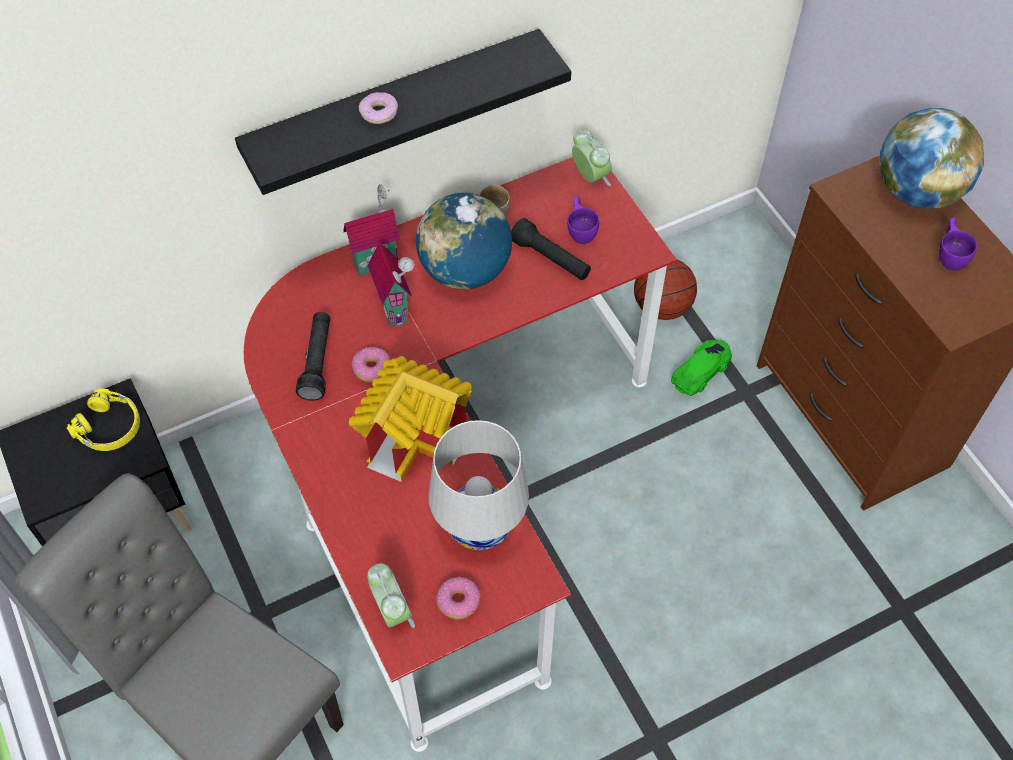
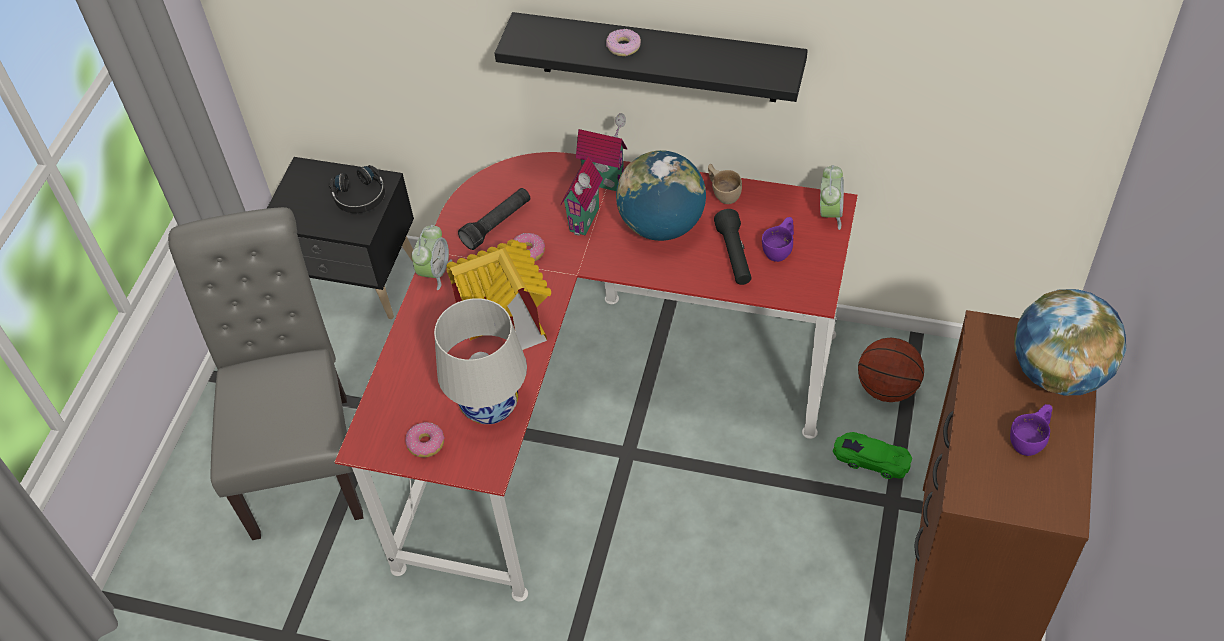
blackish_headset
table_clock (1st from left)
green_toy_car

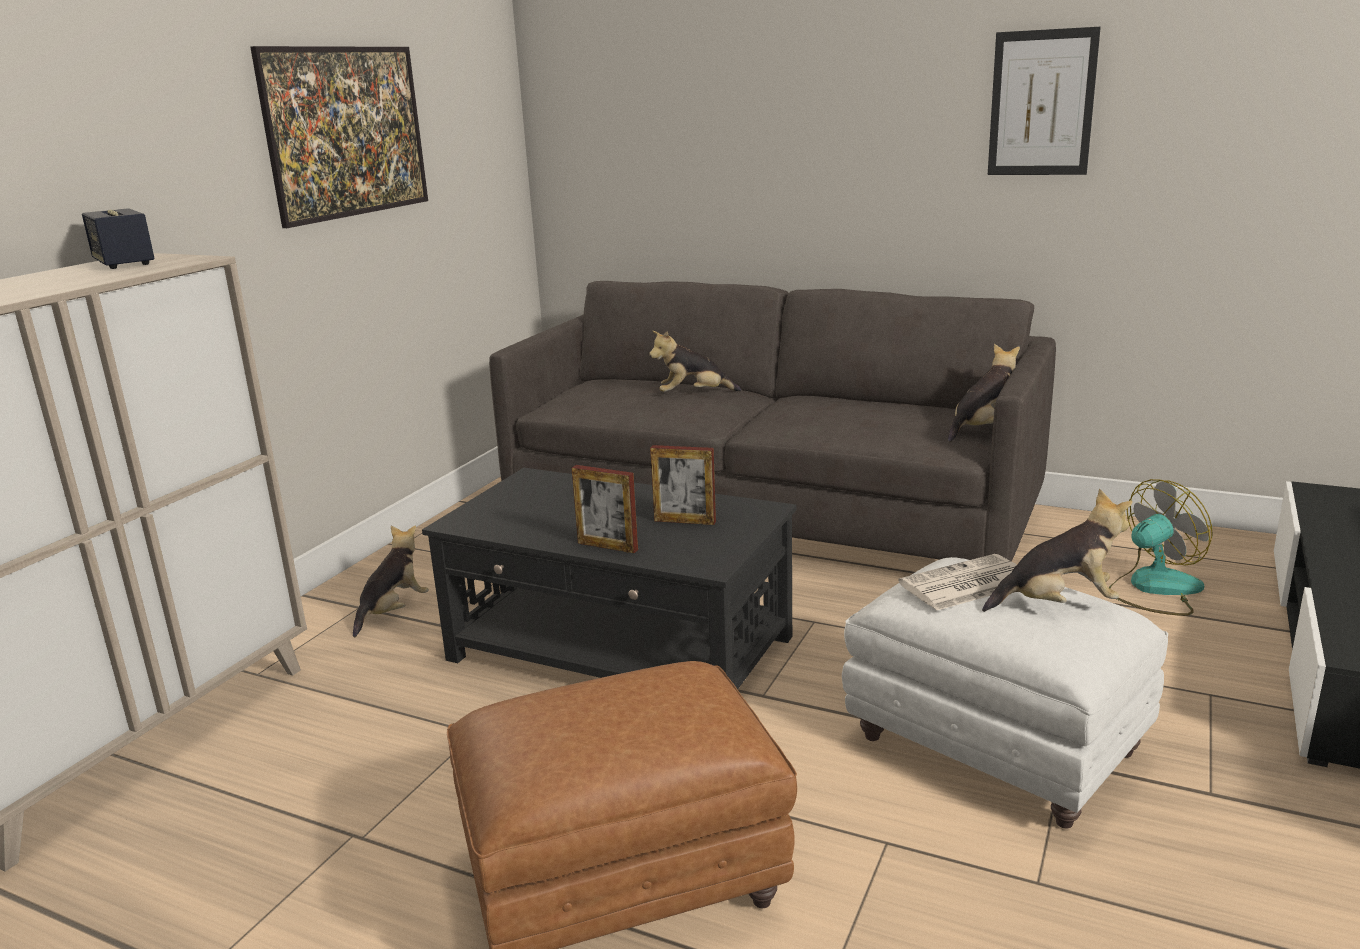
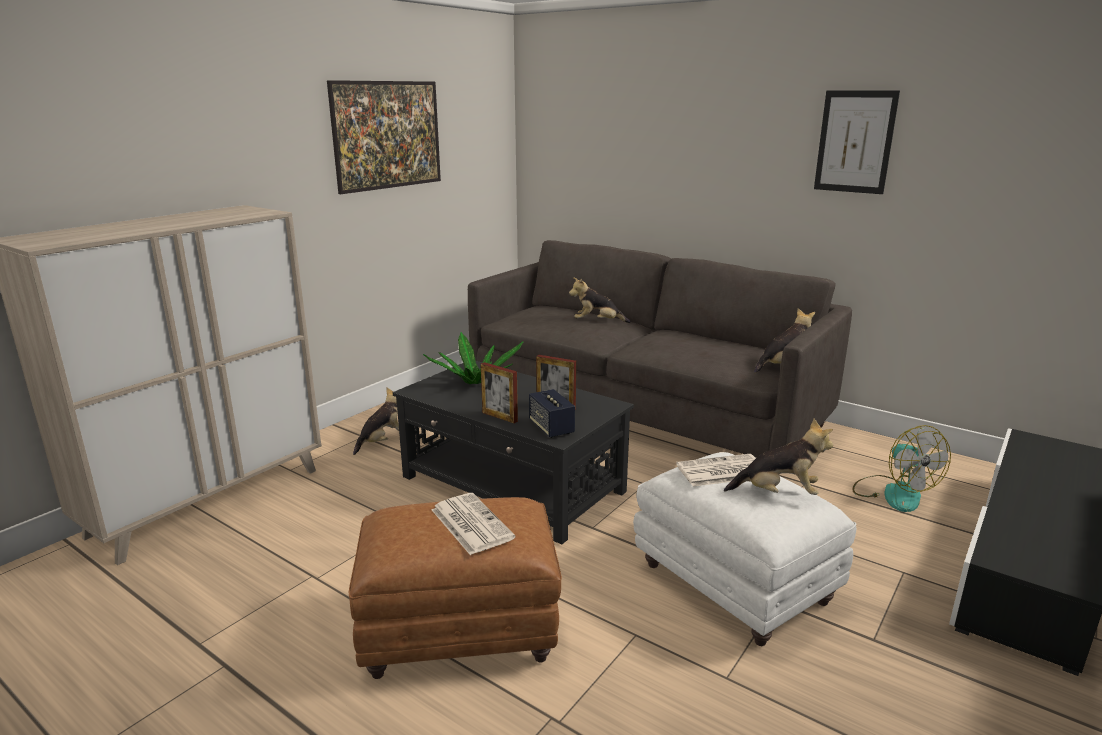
audio_speaker
cooling_fan
houseplant
daily_paper (1st from left)

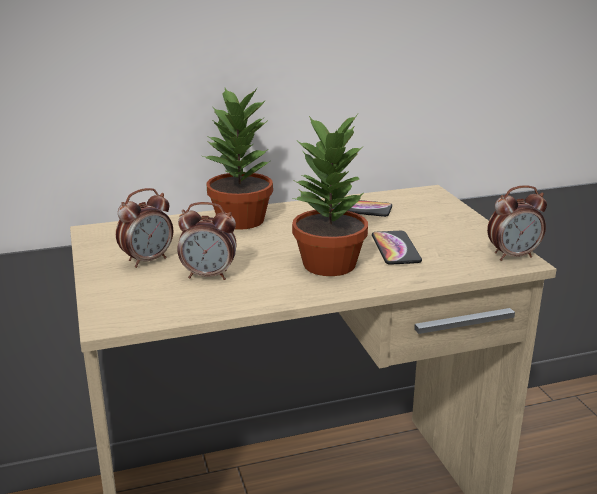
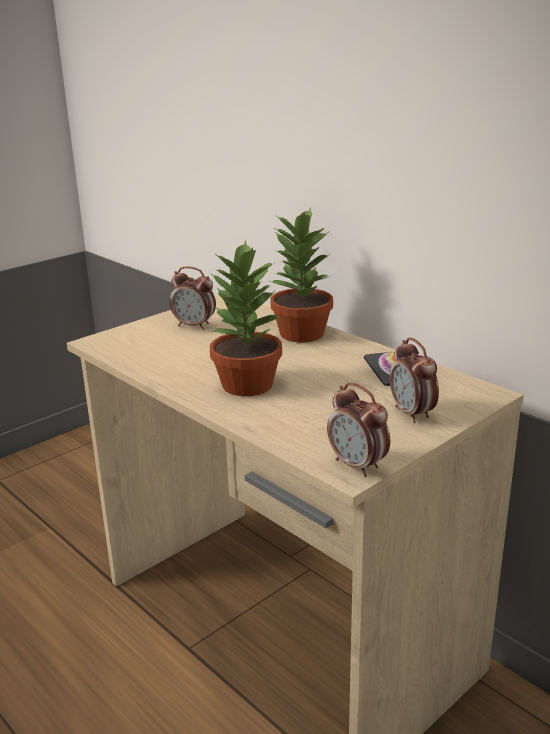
table_clock (3rd from left)
telephone (2nd from left in the first image)

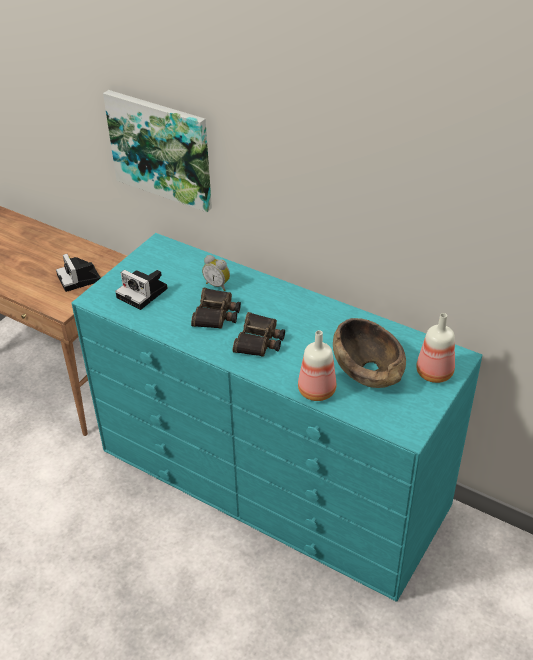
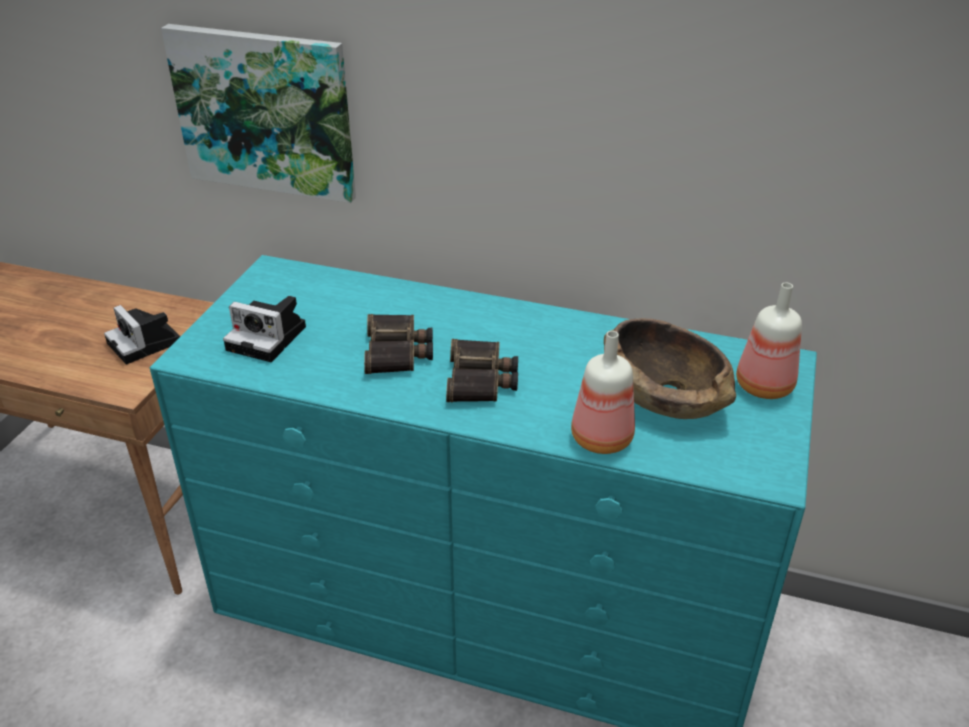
table_clock

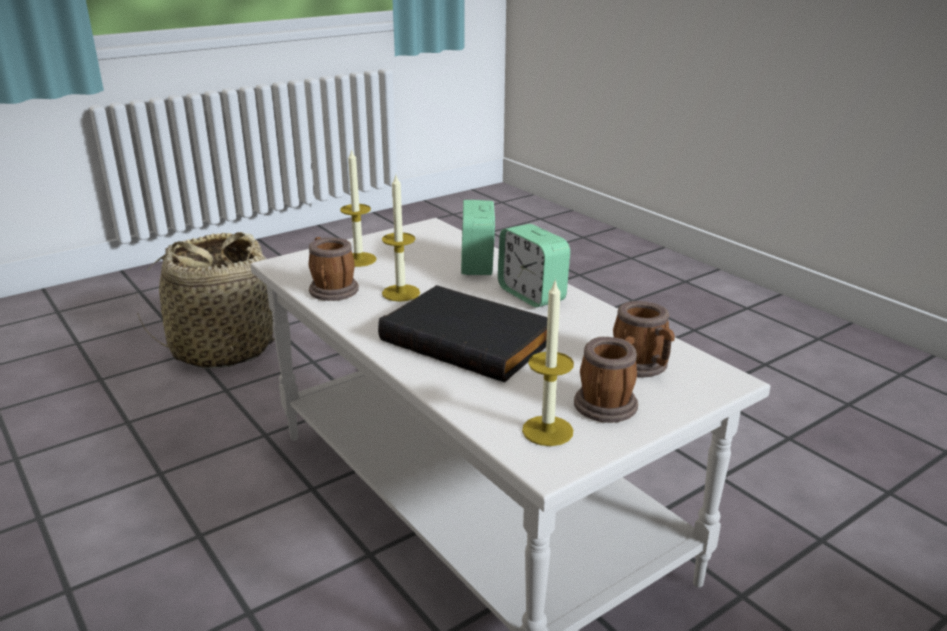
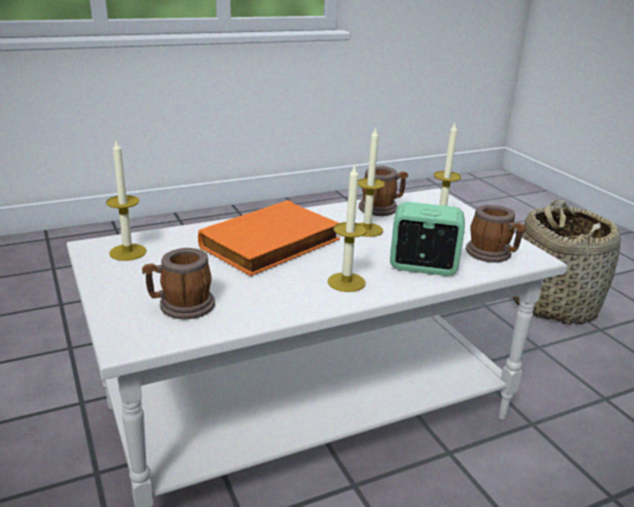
orangey_book
wax_light (2nd from left)
mug (3rd from left)

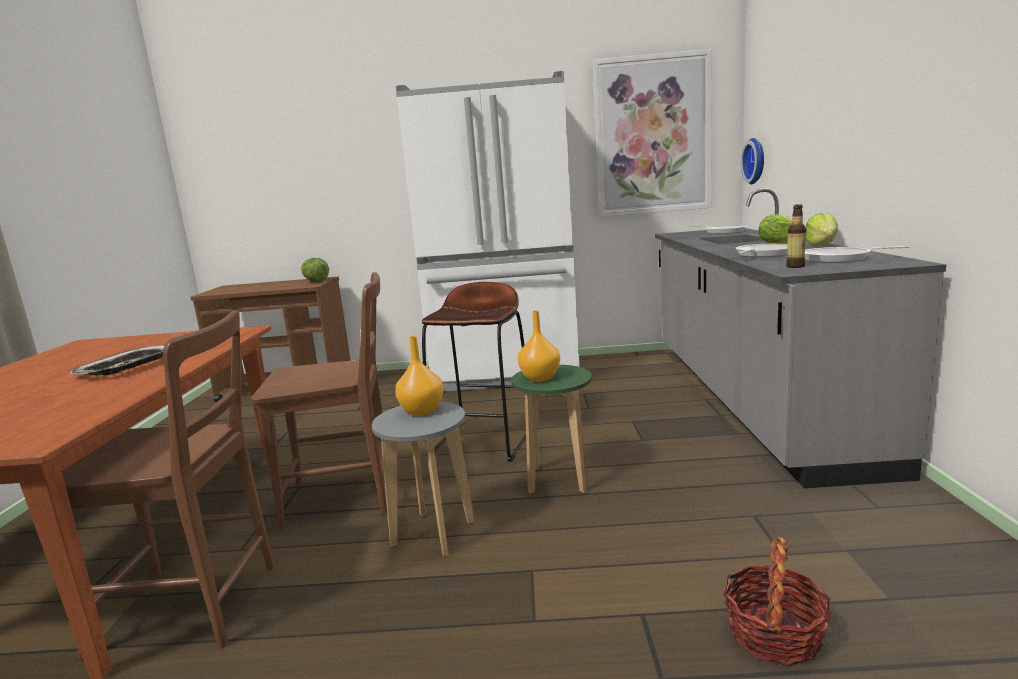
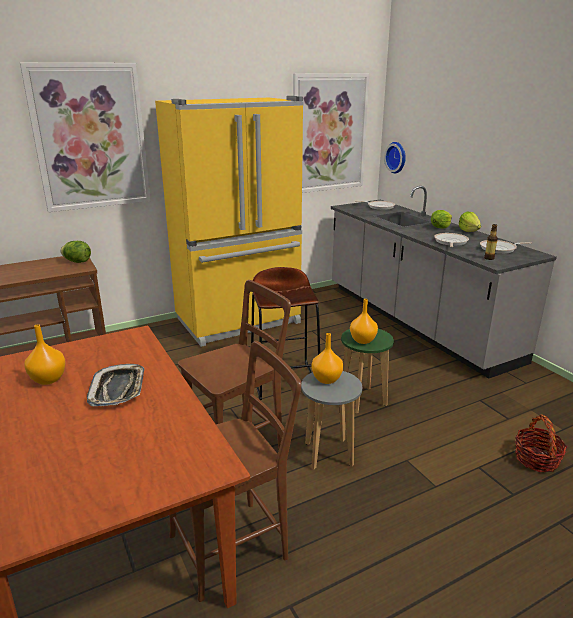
yellow-coloured_fridge
wall_picture (1st from left)
orangey_decorative_vase (1st from left)

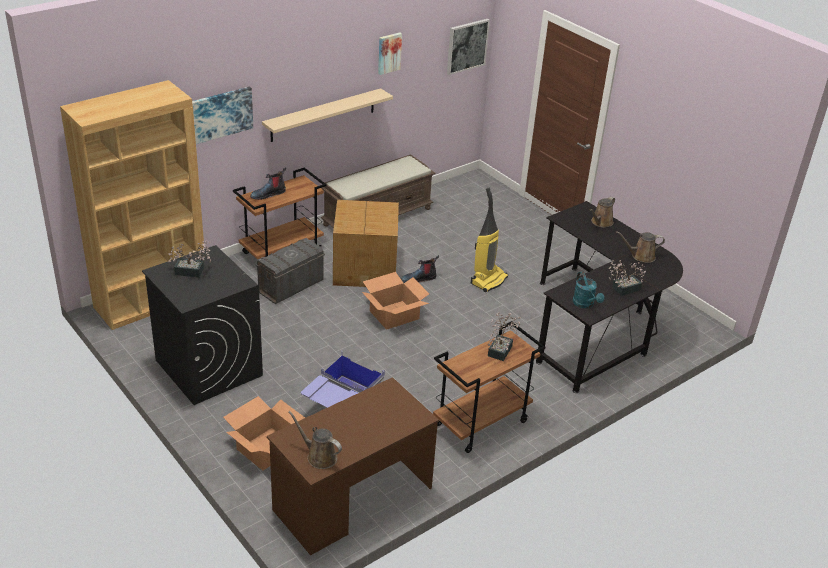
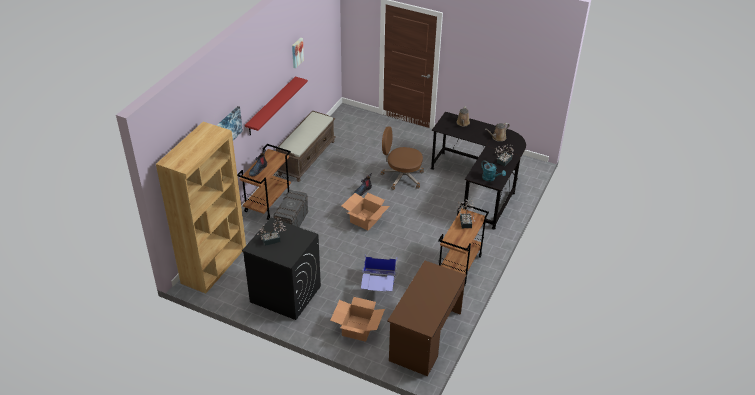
reddish_shelf
brownish_watering_pot (1st from left in the first image)
cardboard_box (2nd from left in the first image)
wall_picture (3rd from left in the first image)
brownish_computer_chair

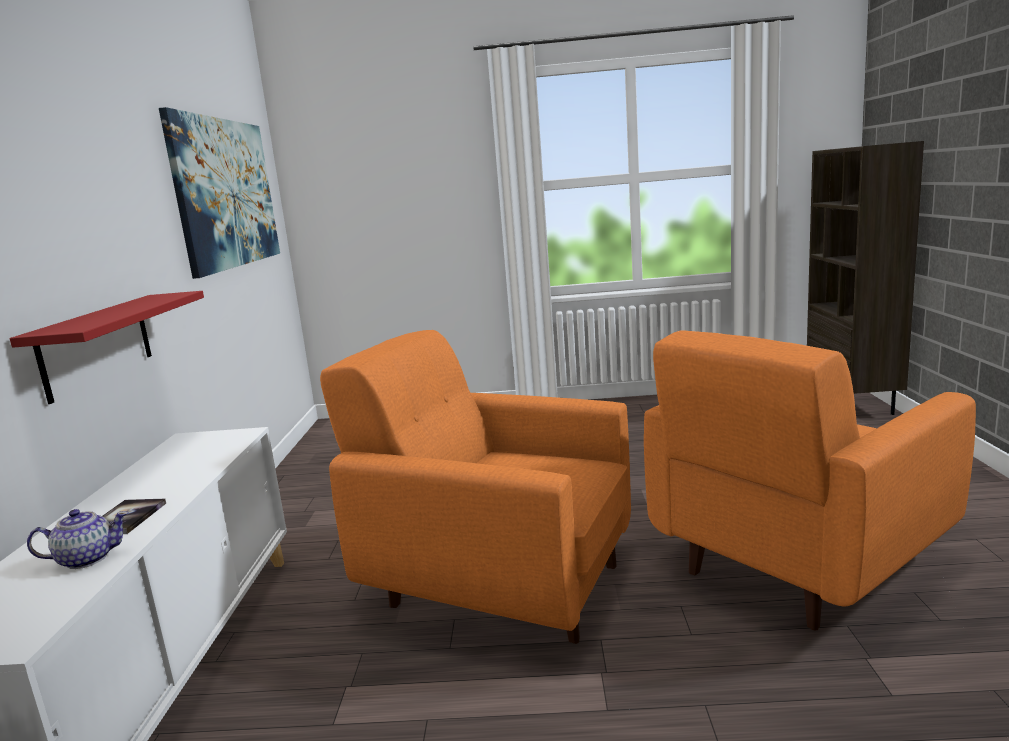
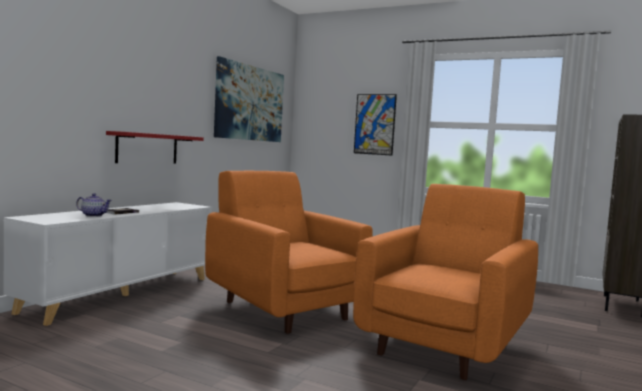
orangey_armchair (2nd from left)
wall_picture (2nd from left)

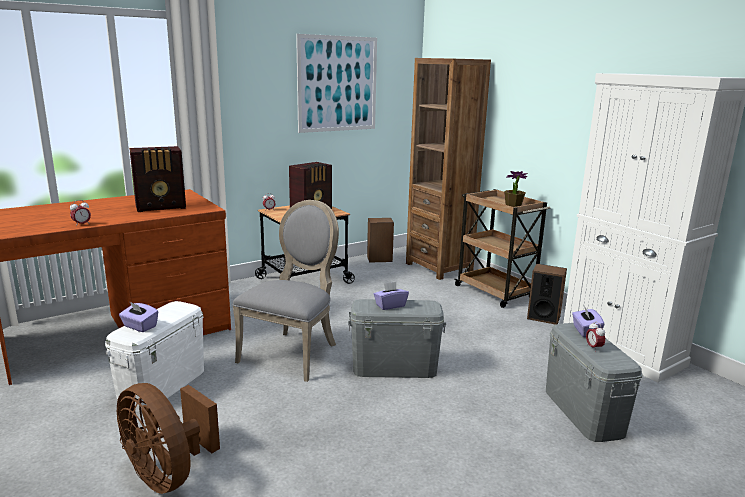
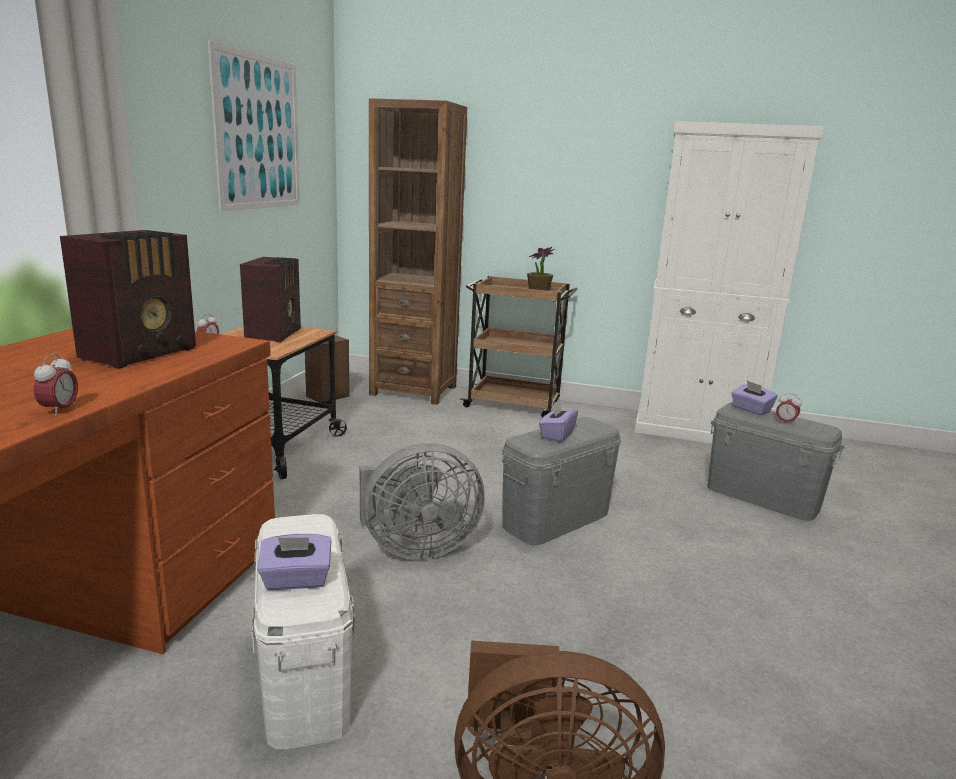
greyish_cooling_fan
audio_speaker (2nd from left in the first image)

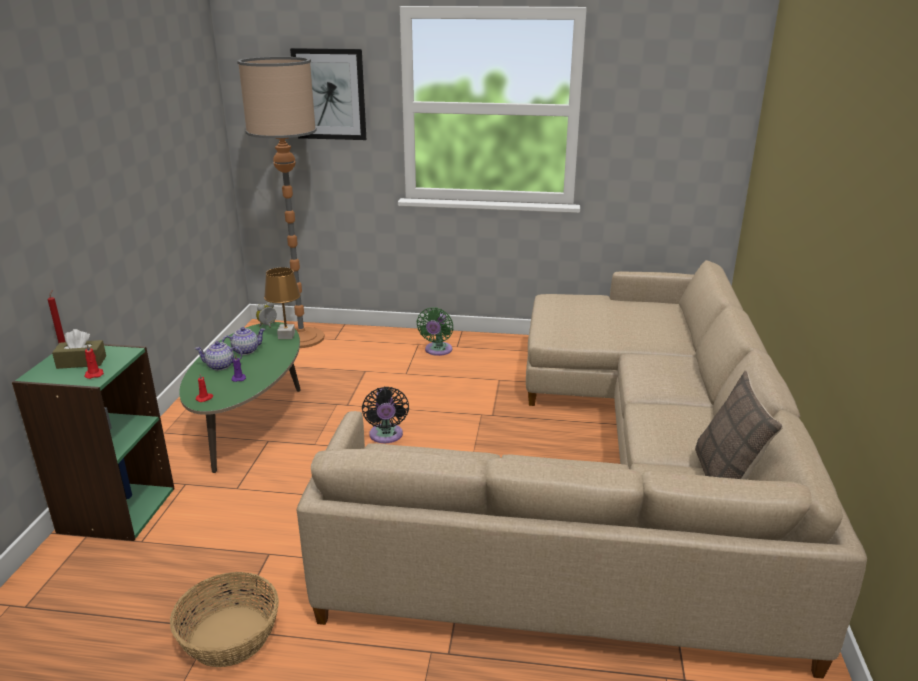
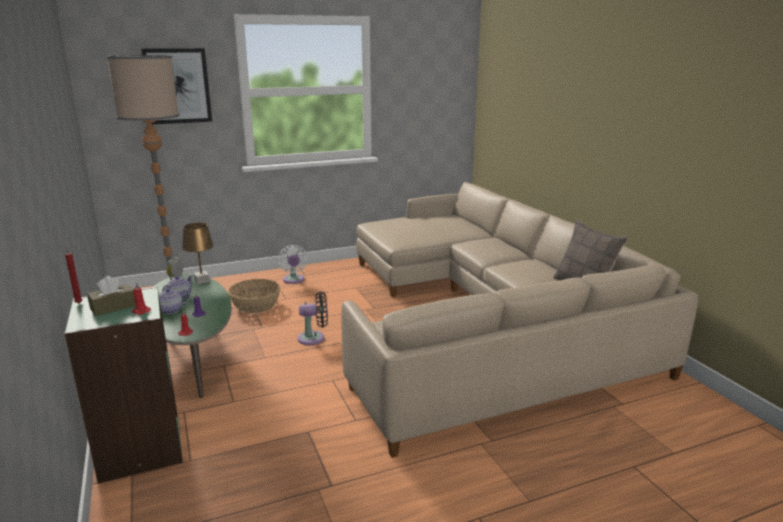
household_basket
blackish_cooling_fan
white_cooling_fan

